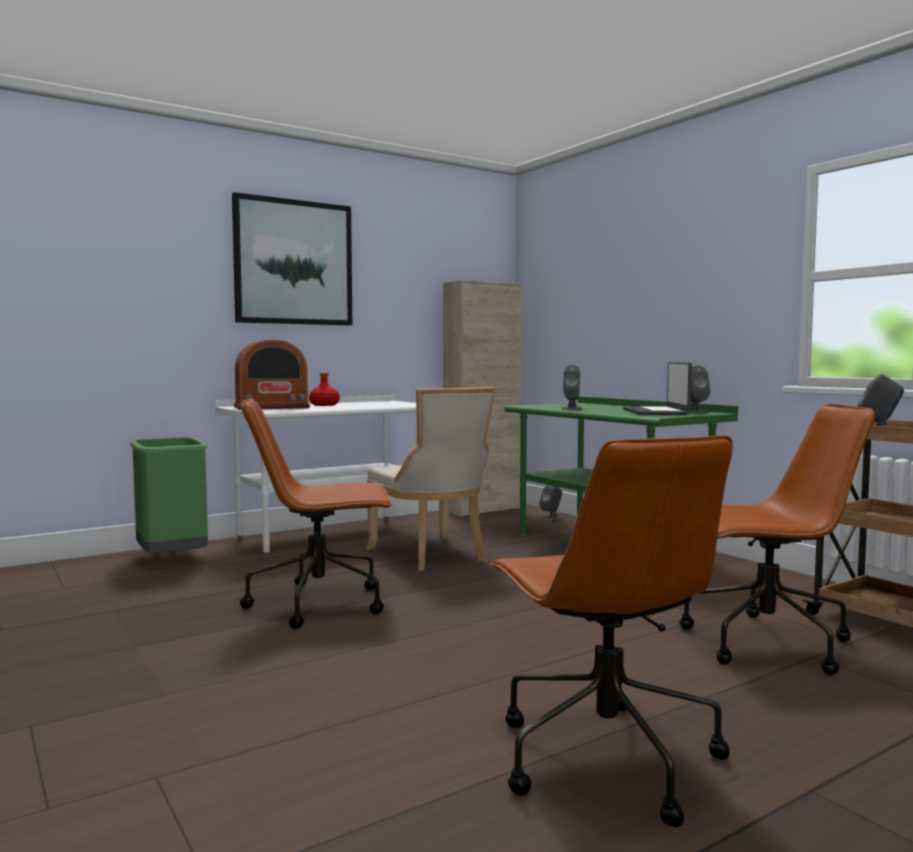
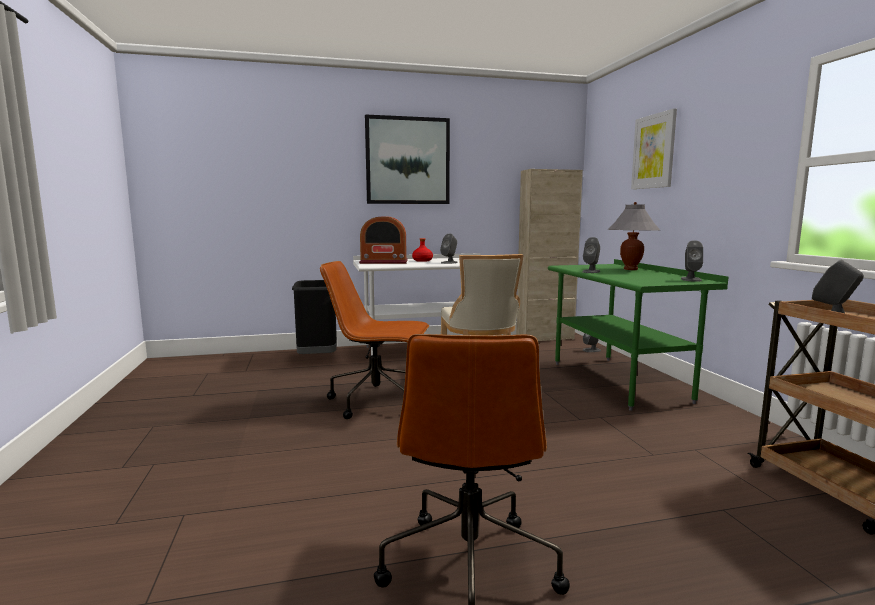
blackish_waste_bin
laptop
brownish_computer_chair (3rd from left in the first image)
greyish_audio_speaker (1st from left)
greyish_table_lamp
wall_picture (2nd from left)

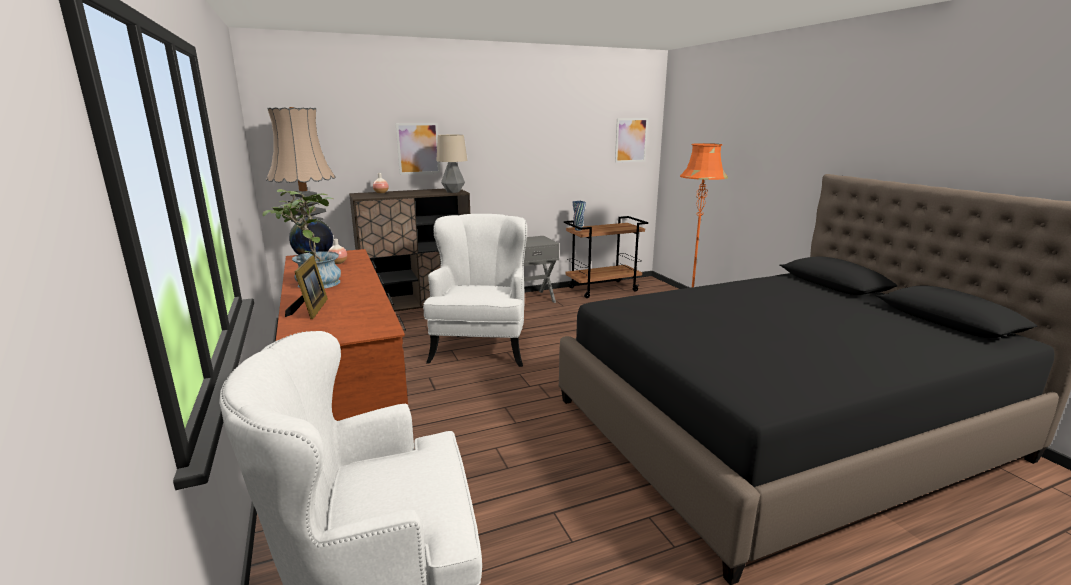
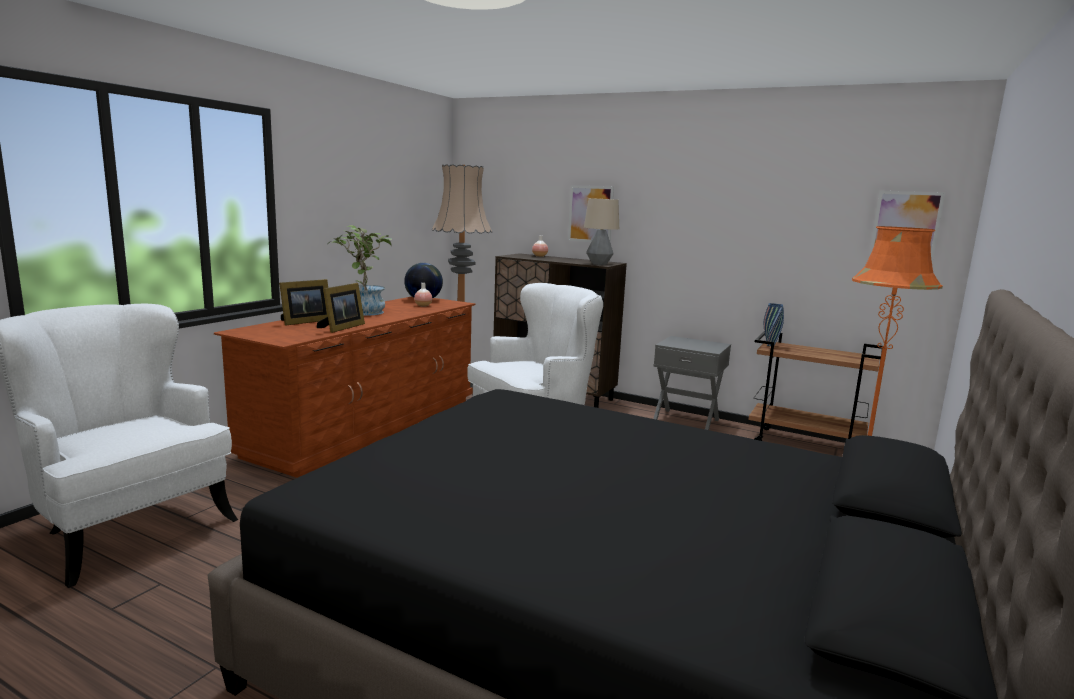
standing_frame (2nd from left)

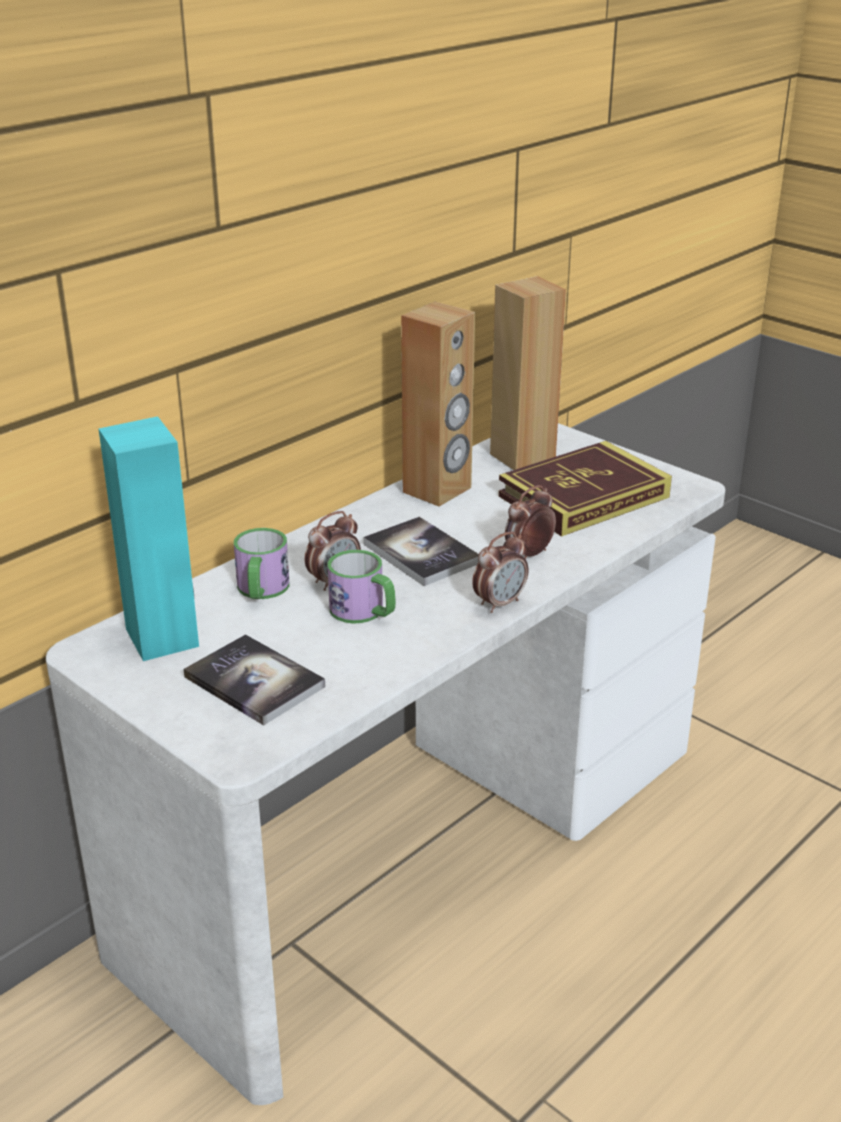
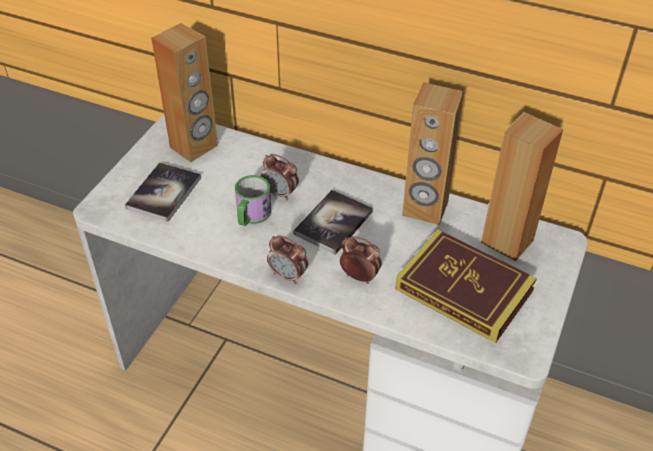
brownish_audio_speaker (1st from left)
mug (1st from left in the first image)

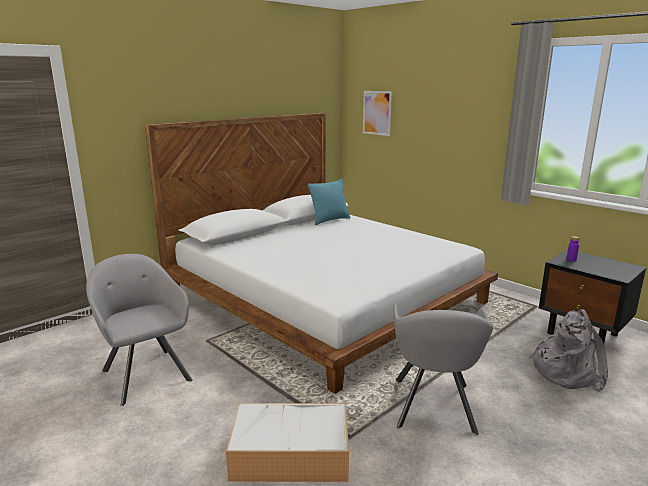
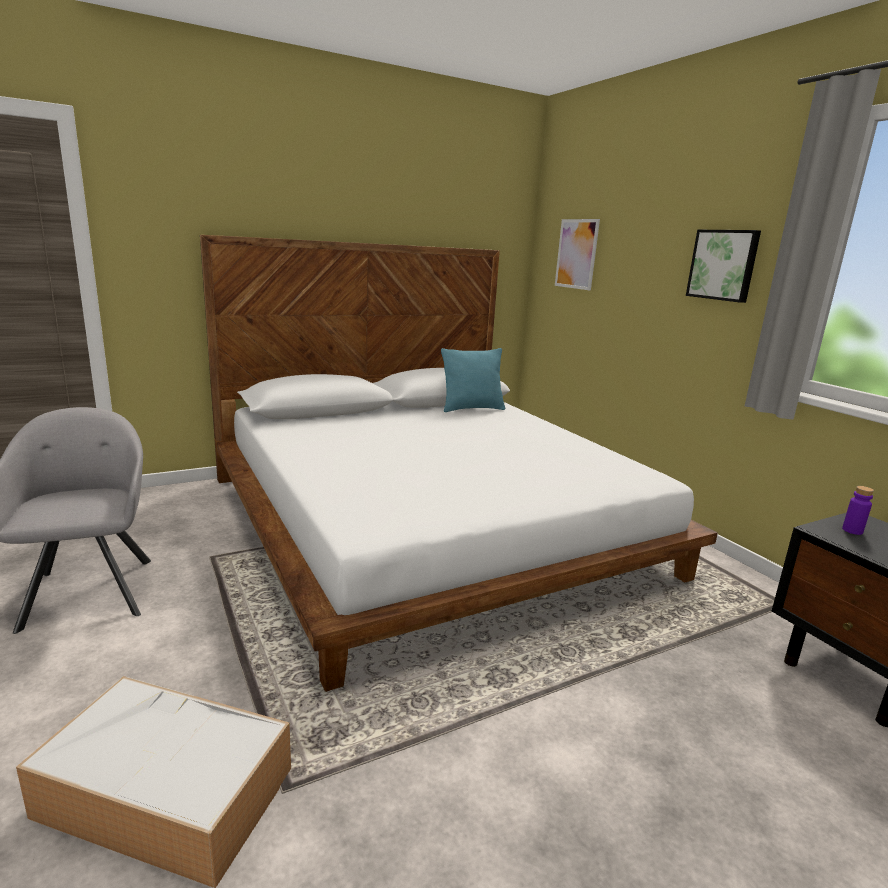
greyish_armchair (2nd from left in the first image)
greyish_knapsack
wall_picture (2nd from left)

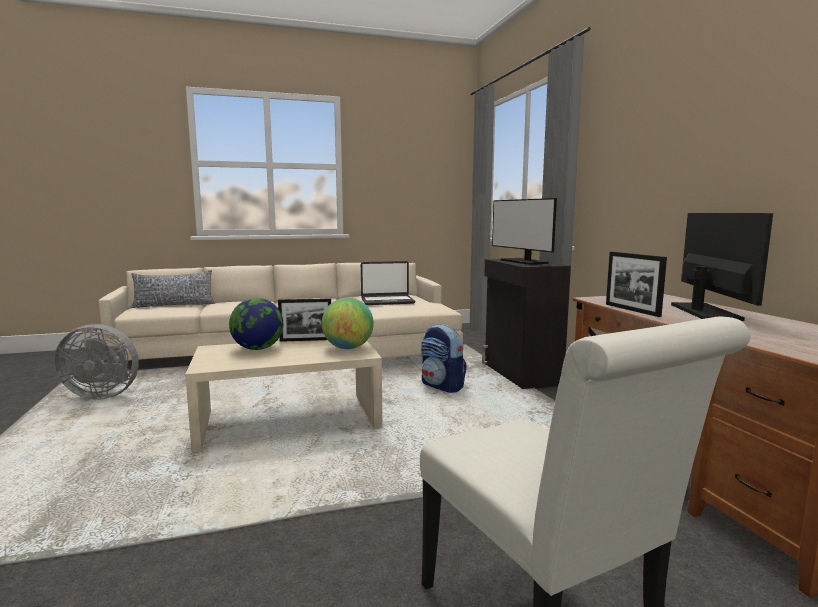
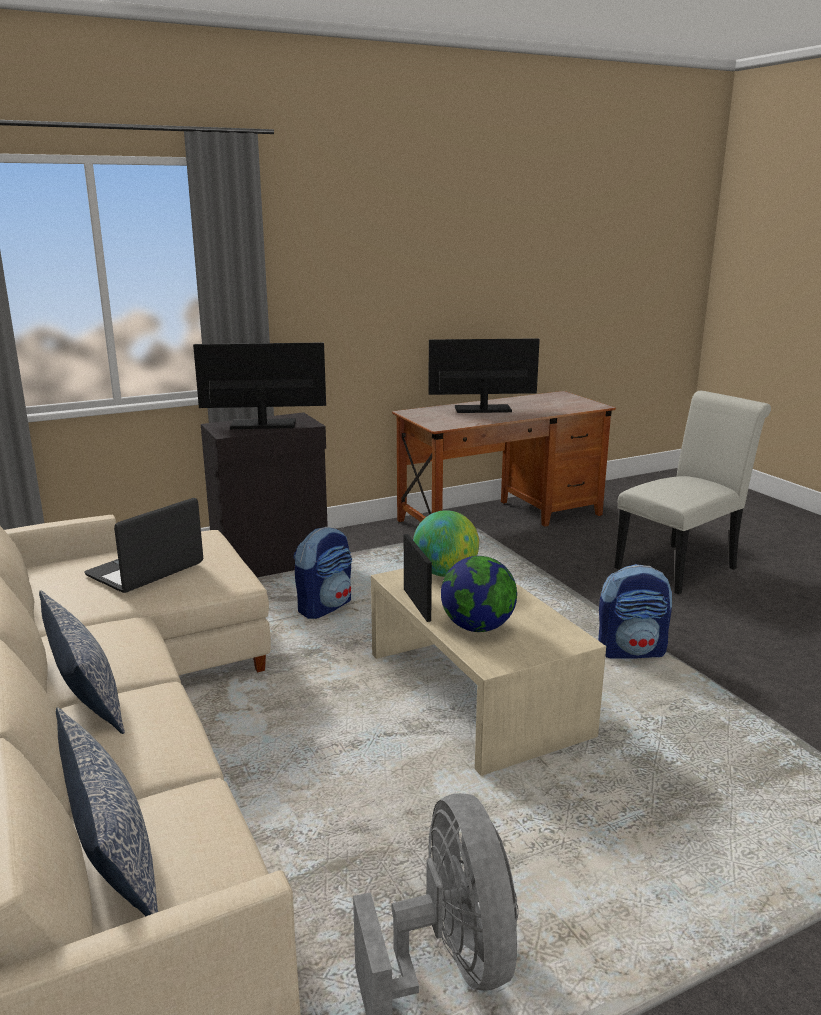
laptop
computer_display (1st from left)
standing_frame (2nd from left in the first image)
cushion (1st from left)
knapsack (2nd from left)

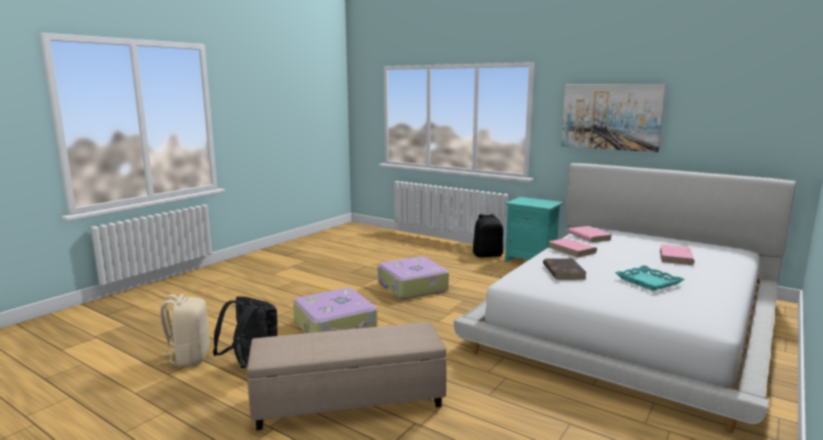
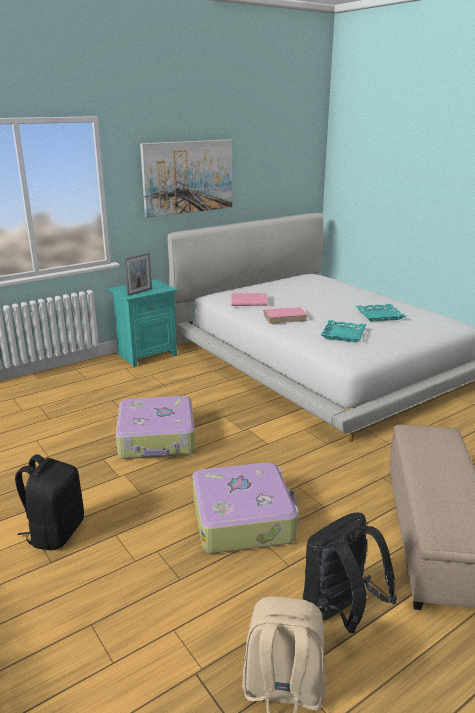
blackish_knapsack (1st from left)
turquoise_tray (1st from left)
pink-coloured_book (3rd from left in the first image)
standing_frame

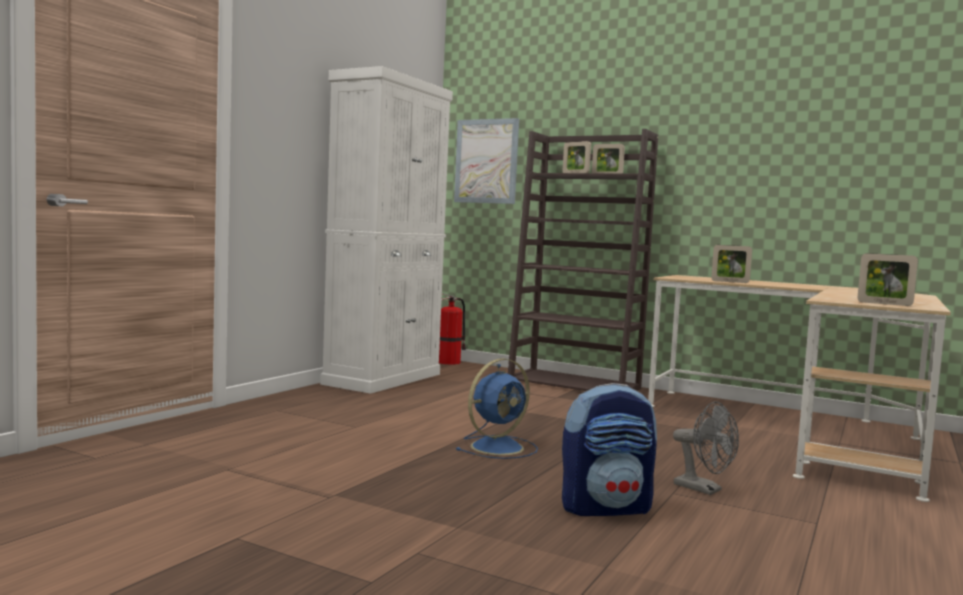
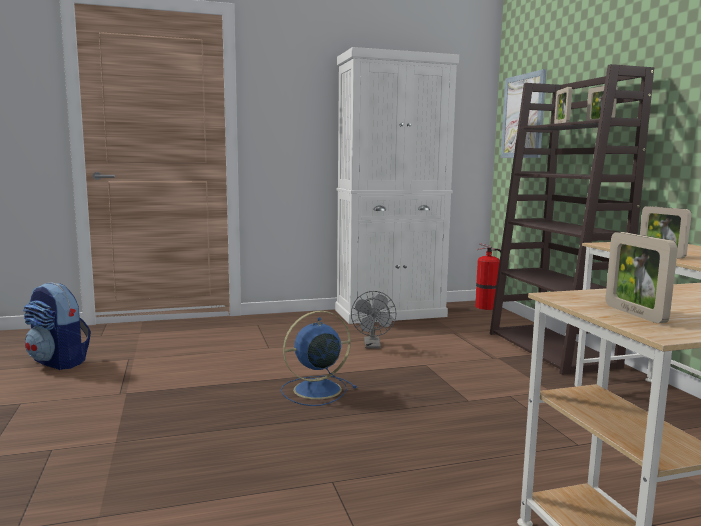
bluish_cooling_fan
knapsack
greyish_cooling_fan

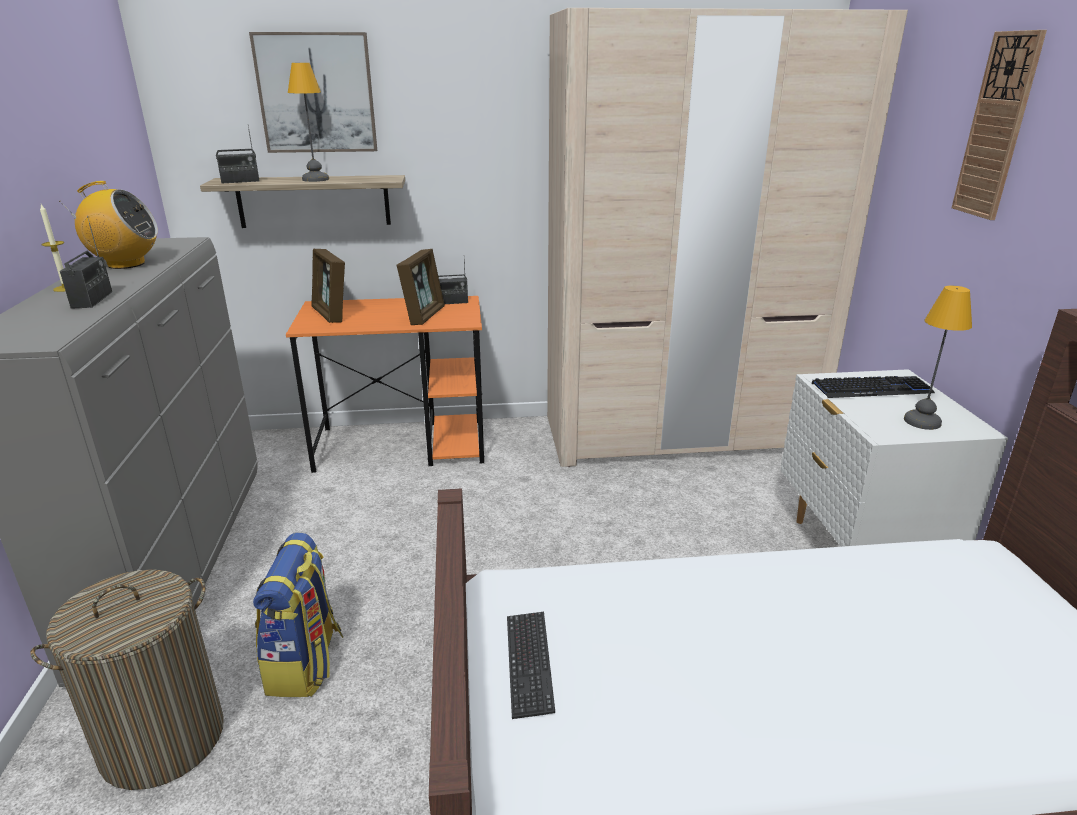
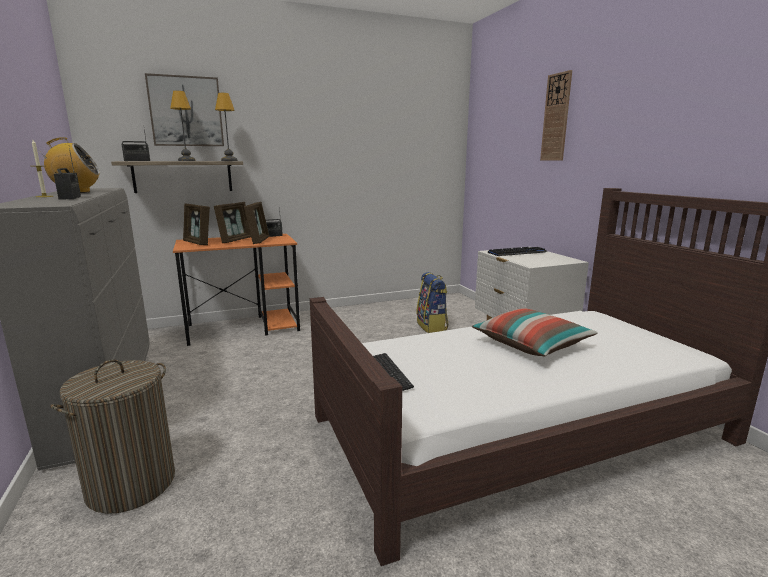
knapsack
beige-coloured_armoire
table_lamp (2nd from left)
standing_frame (2nd from left)
cushion

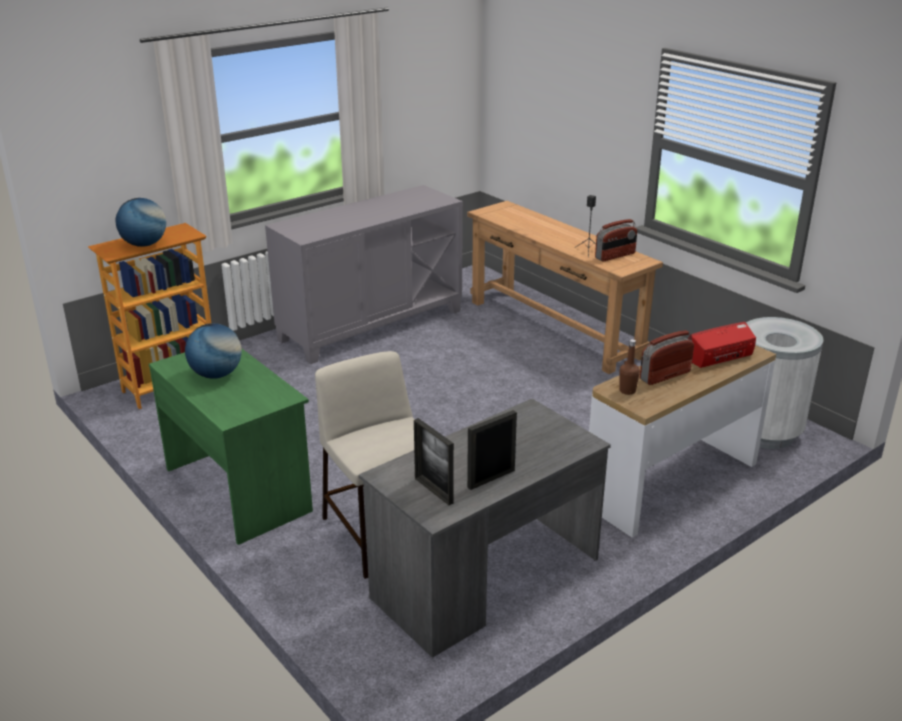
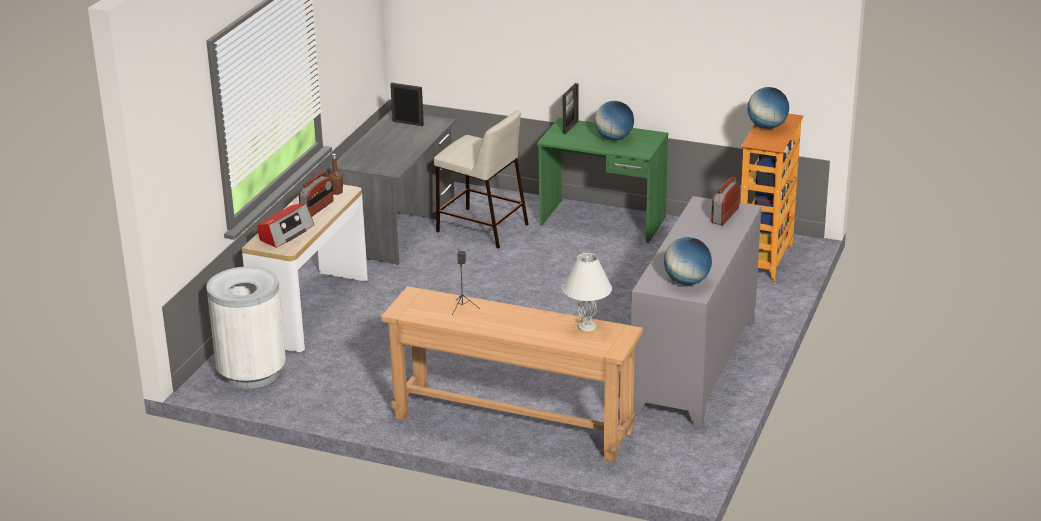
standing_frame (2nd from left)
radio_set (3rd from left)
white_table_lamp
globe (2nd from left)

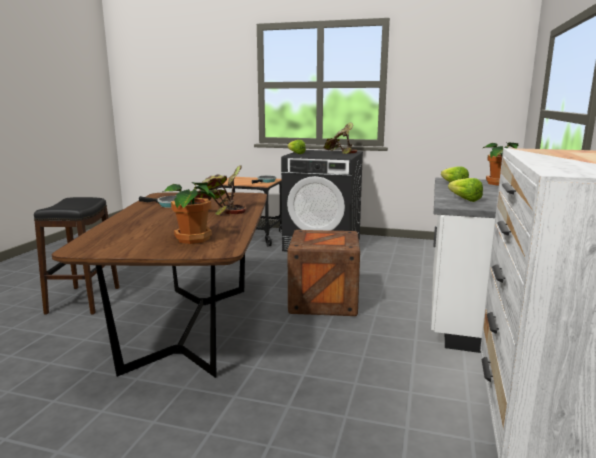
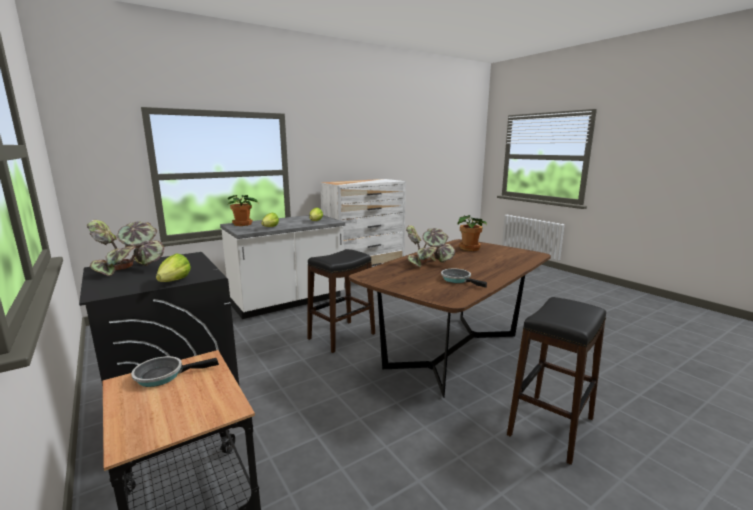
blackish_stool (1st from left)

